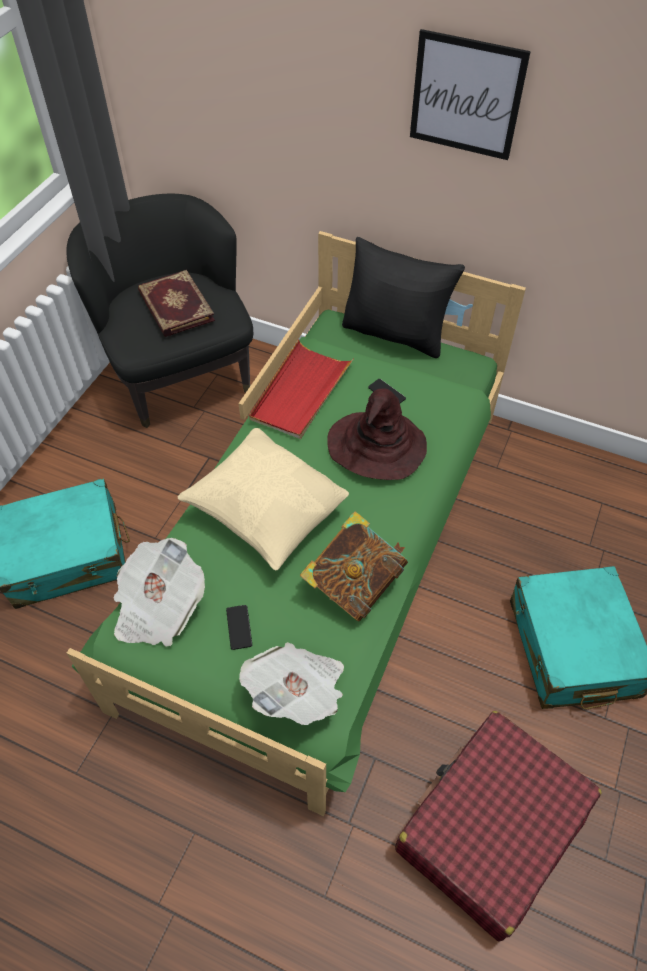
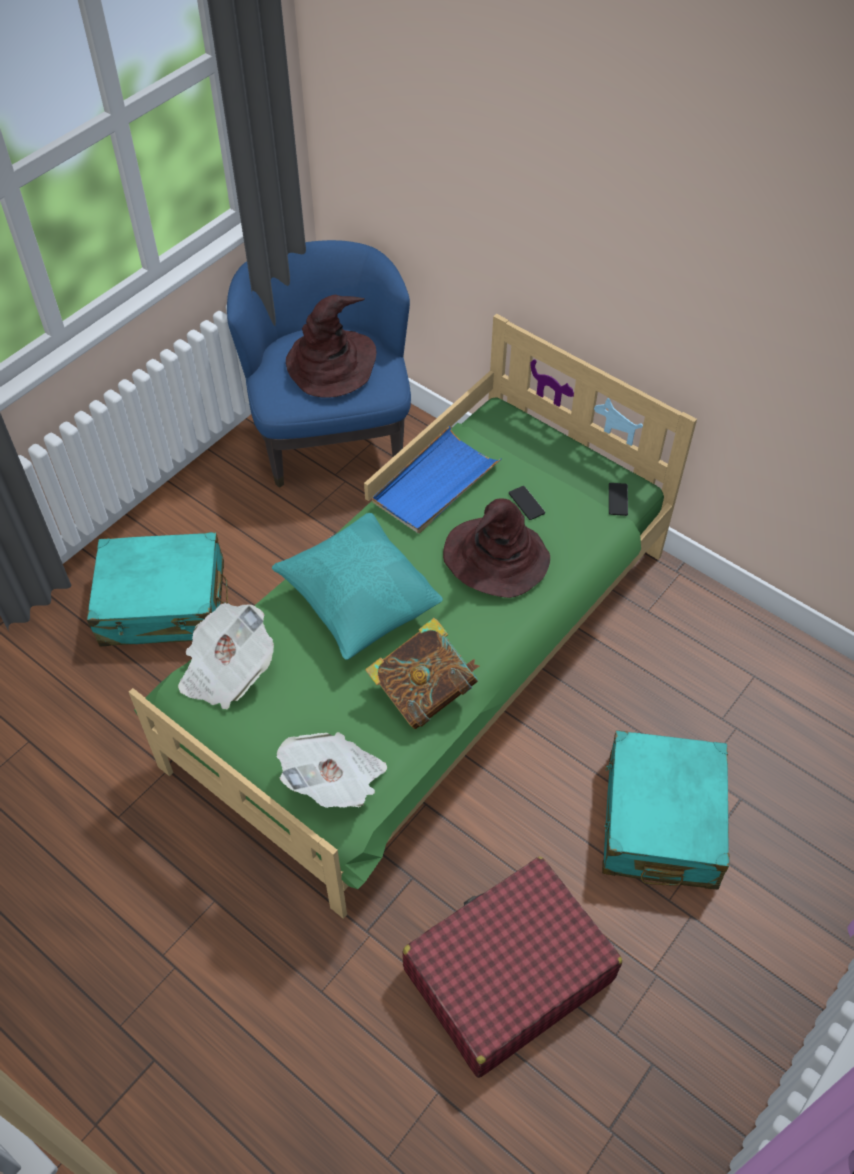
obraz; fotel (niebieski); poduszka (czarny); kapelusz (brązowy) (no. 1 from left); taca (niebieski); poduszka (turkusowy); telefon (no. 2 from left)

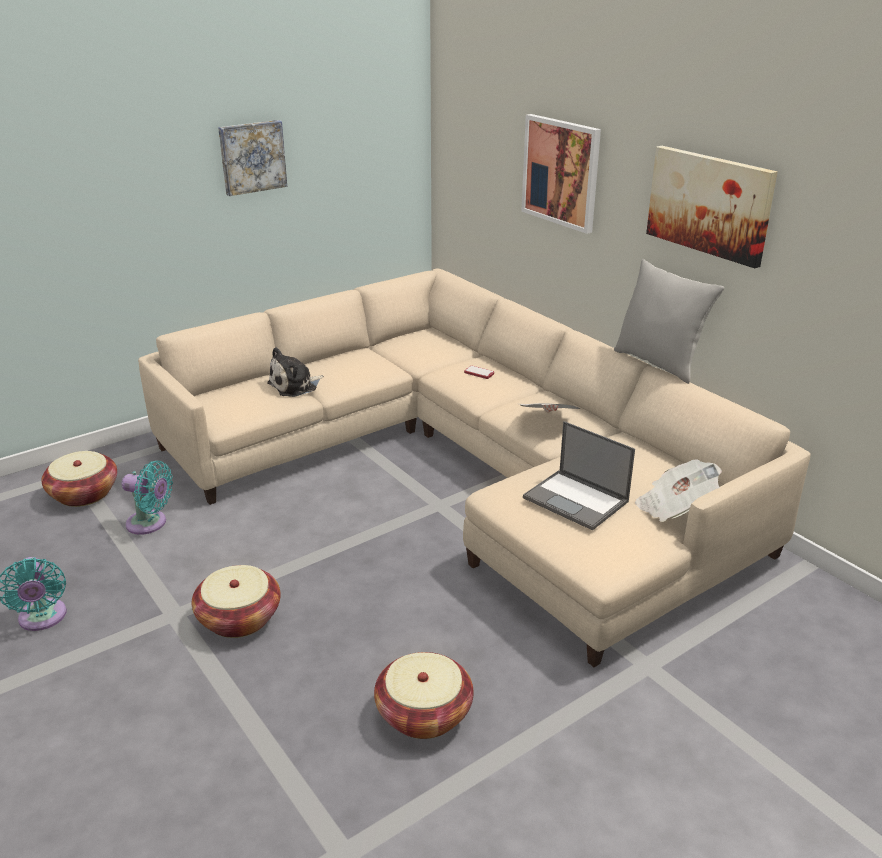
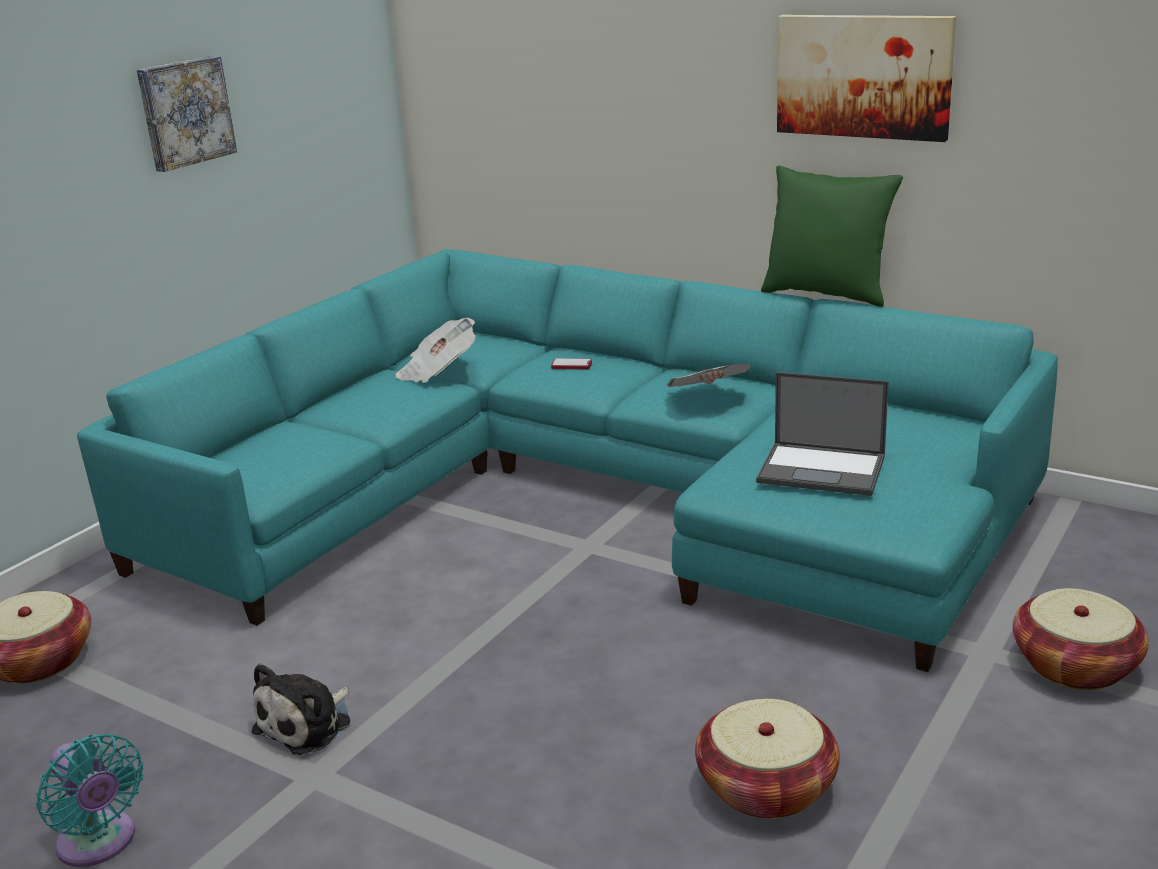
obraz (no. 2 from left in the first image); poduszka (zielony); kanapa (turkusowy); pluszak; gazeta (no. 1 from left); wentylator (turkusowy) (no. 2 from left in the first image); koszyk (no. 3 from left)

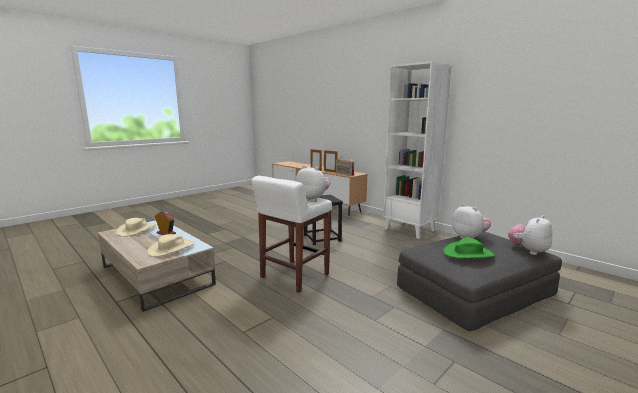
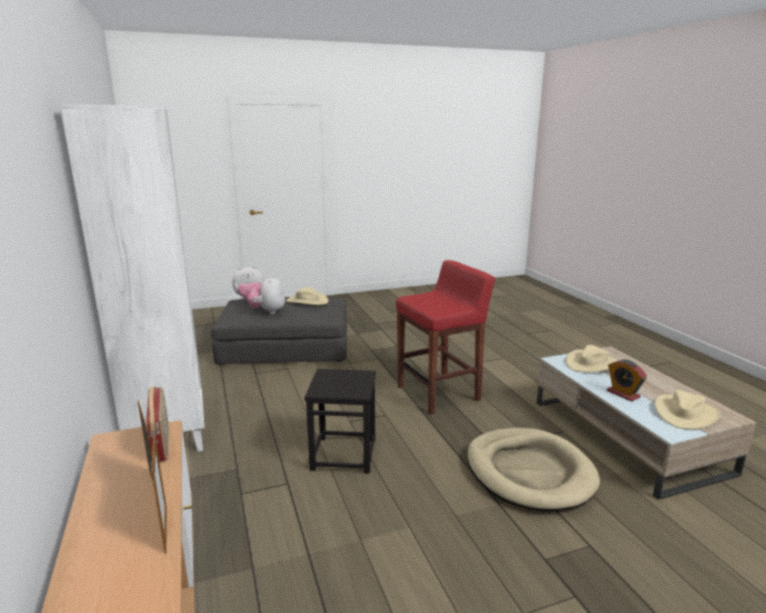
pluszak (no. 1 from left in the first image); stołek (czerwony); kapelusz (beżowy) (no. 1 from left); legowisko (beżowy)

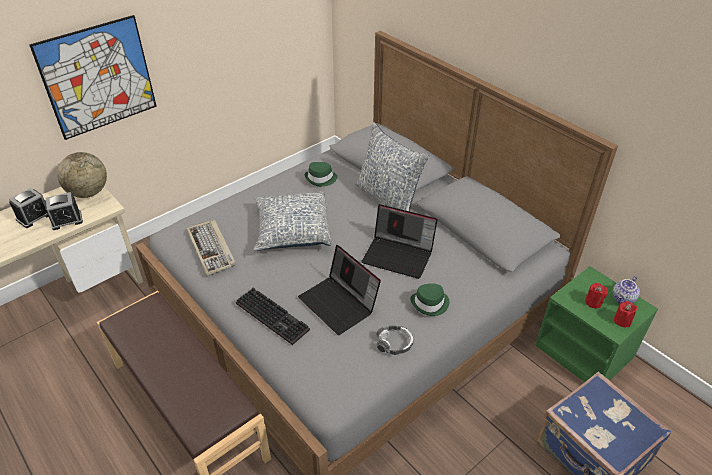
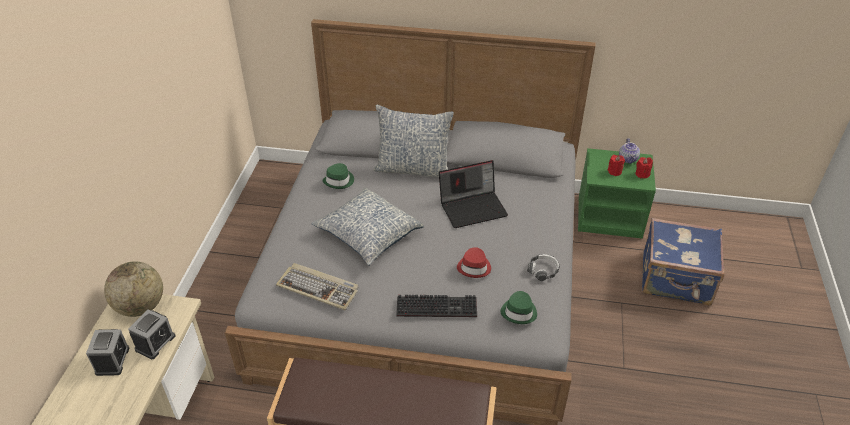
obraz; kapelusz (czerwony); kapelusz (zielony) (no. 2 from left)

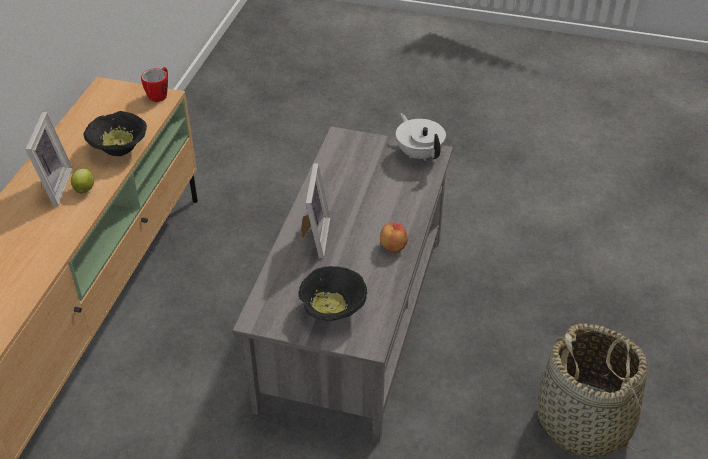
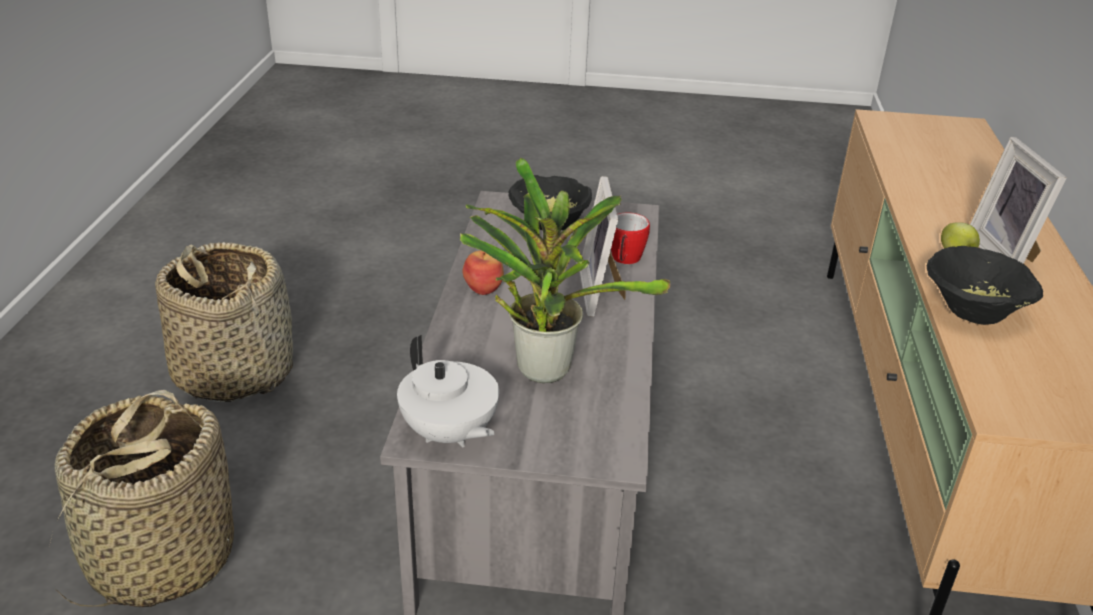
kubek; roślina doniczkowa; koszyk (no. 1 from left)

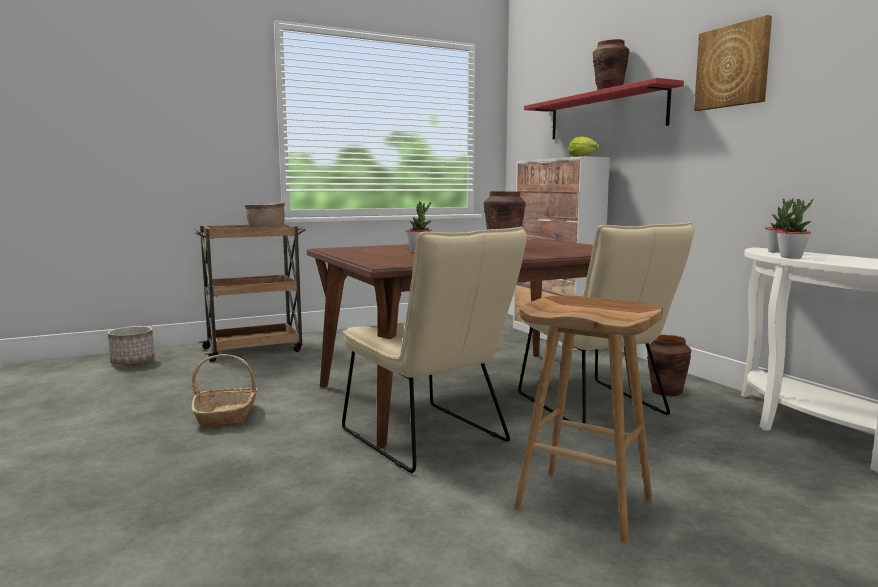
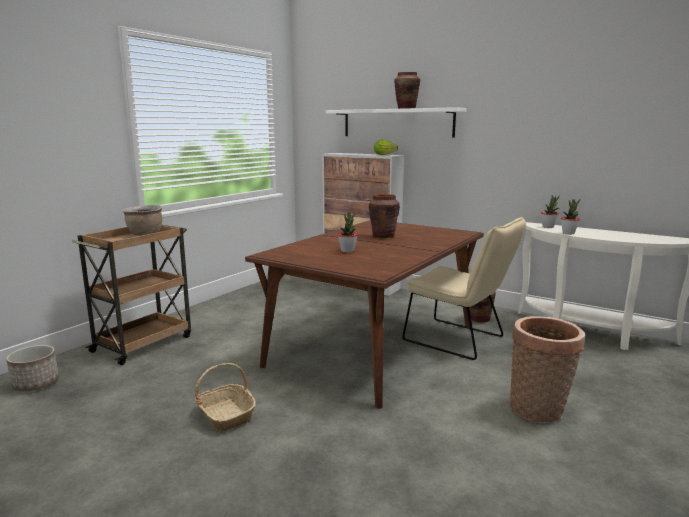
obraz; półka (biały); krzesło (beżowy) (no. 1 from left in the first image); koszyk (no. 2 from left)

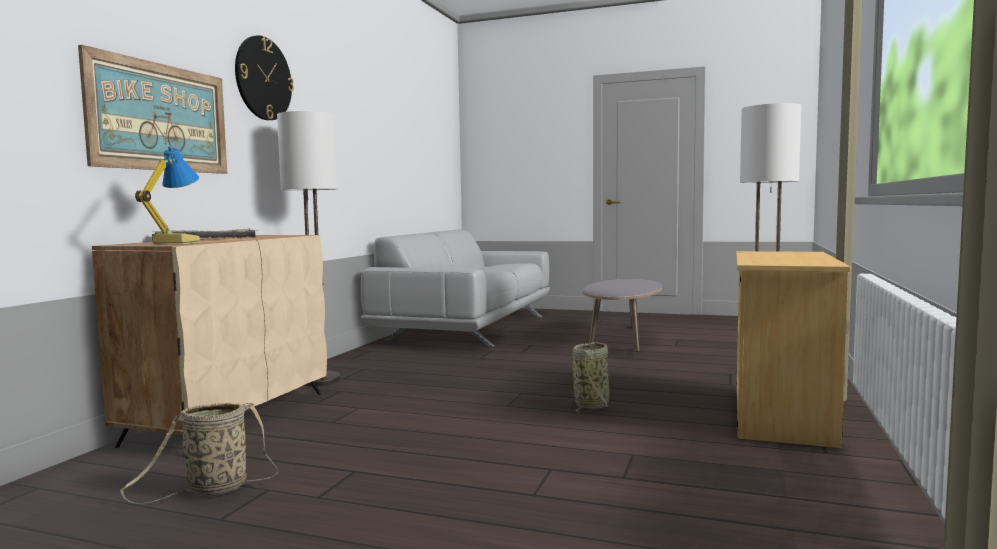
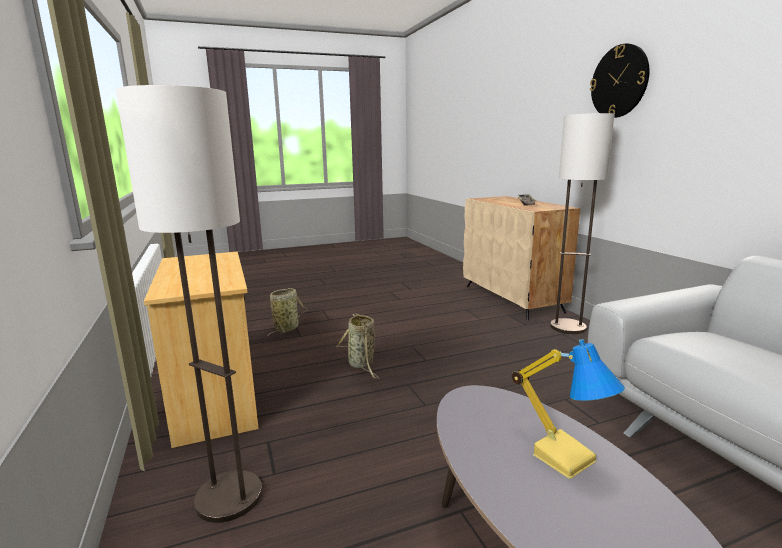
obraz; lampa stołowa; koszyk (no. 1 from left)

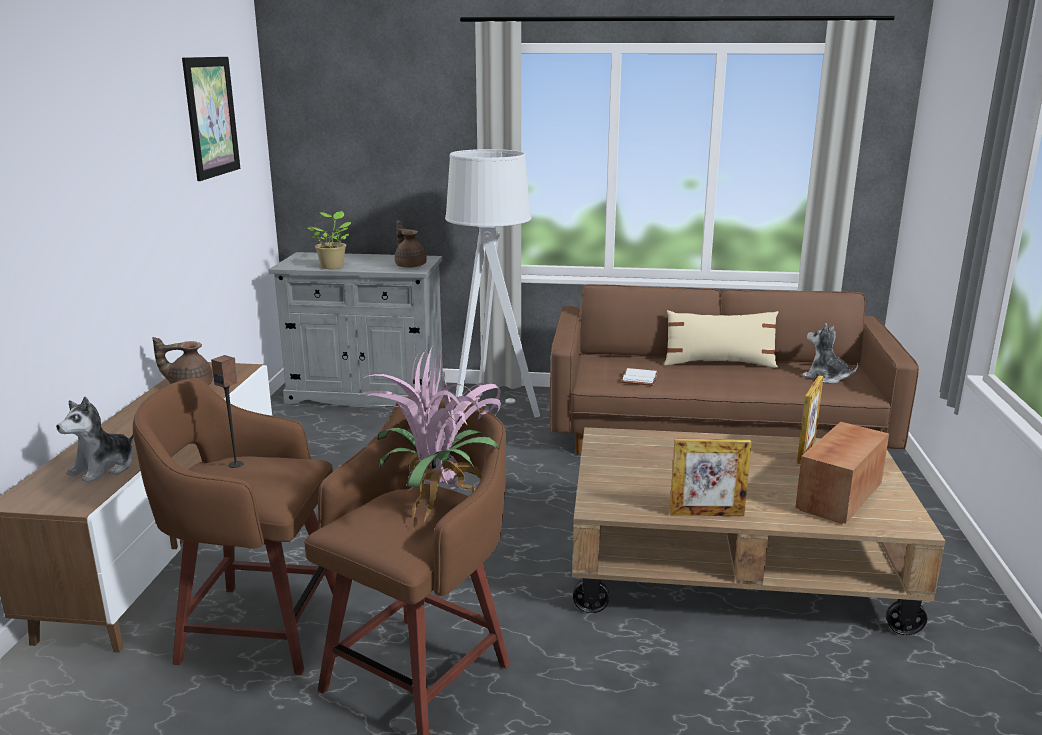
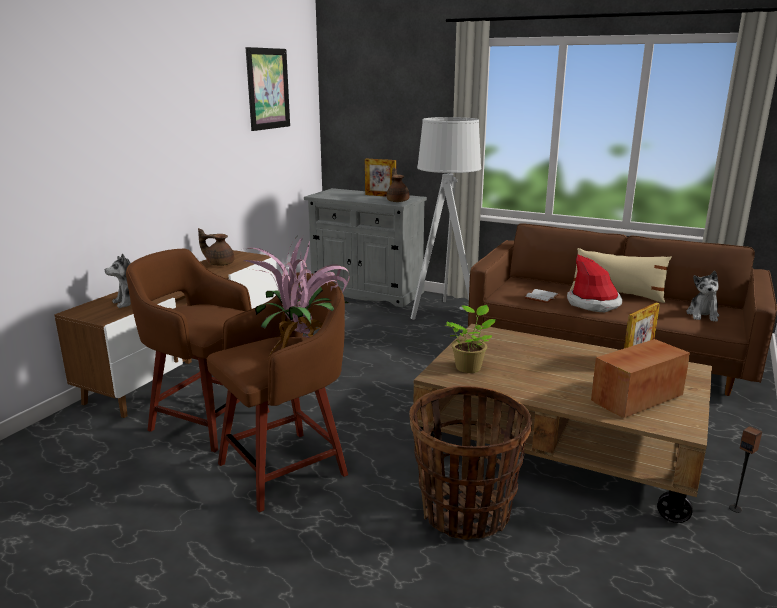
roślina doniczkowa (no. 2 from left); pluszak (no. 2 from left); głośnik; ramka na zdjęcie (no. 1 from left); kapelusz; koszyk

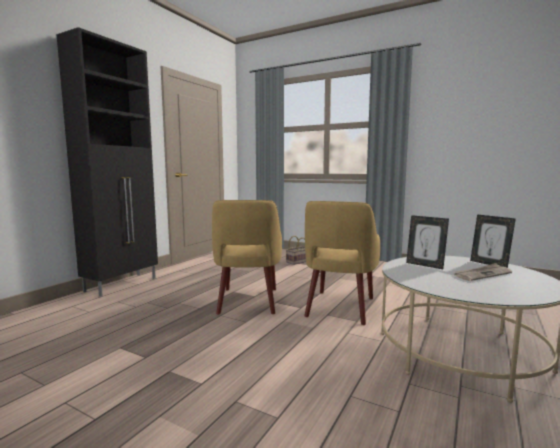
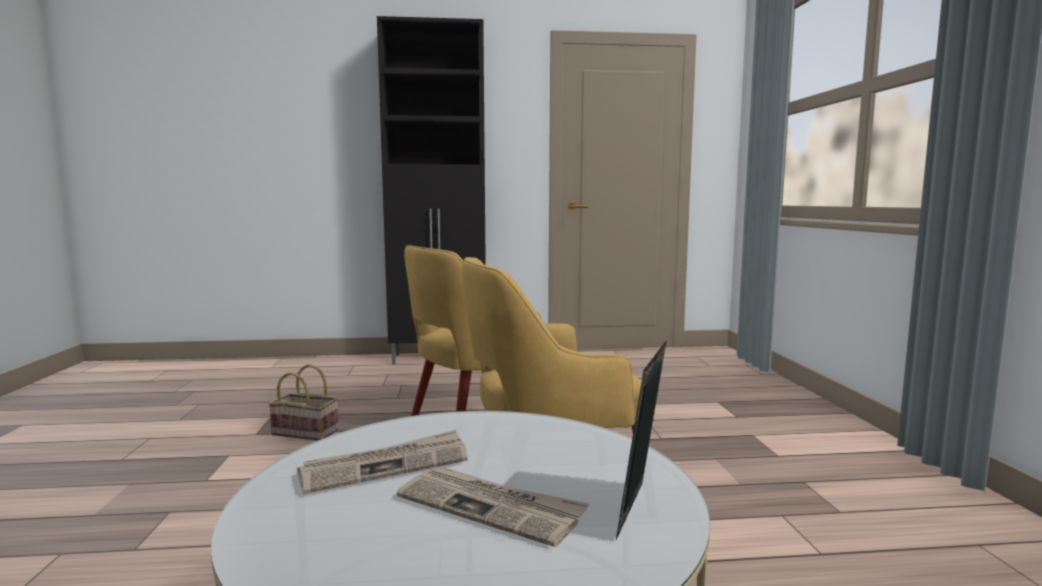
ramka na zdjęcie (no. 1 from left in the first image); koszyk; gazeta (no. 1 from left)

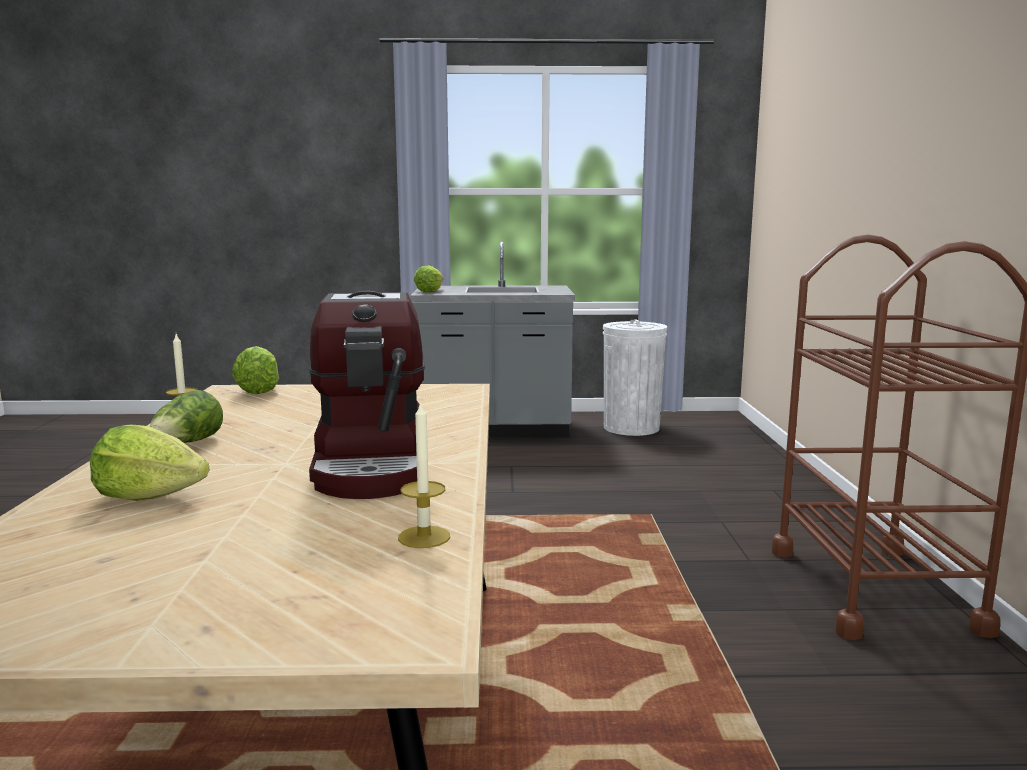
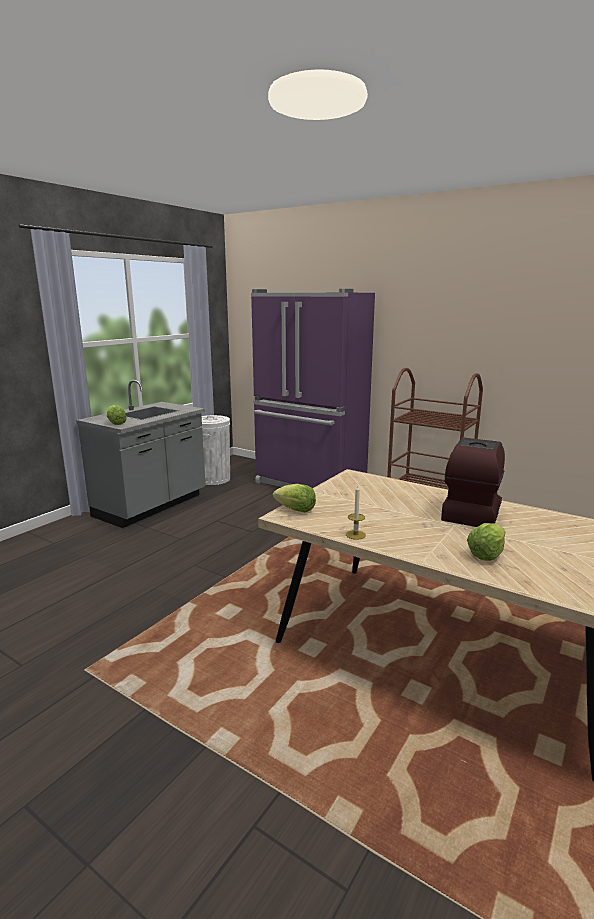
ekspres do kawy; sałata (no. 2 from left in the first image); świeca (no. 2 from left in the first image); lodówka (fioletowy)

